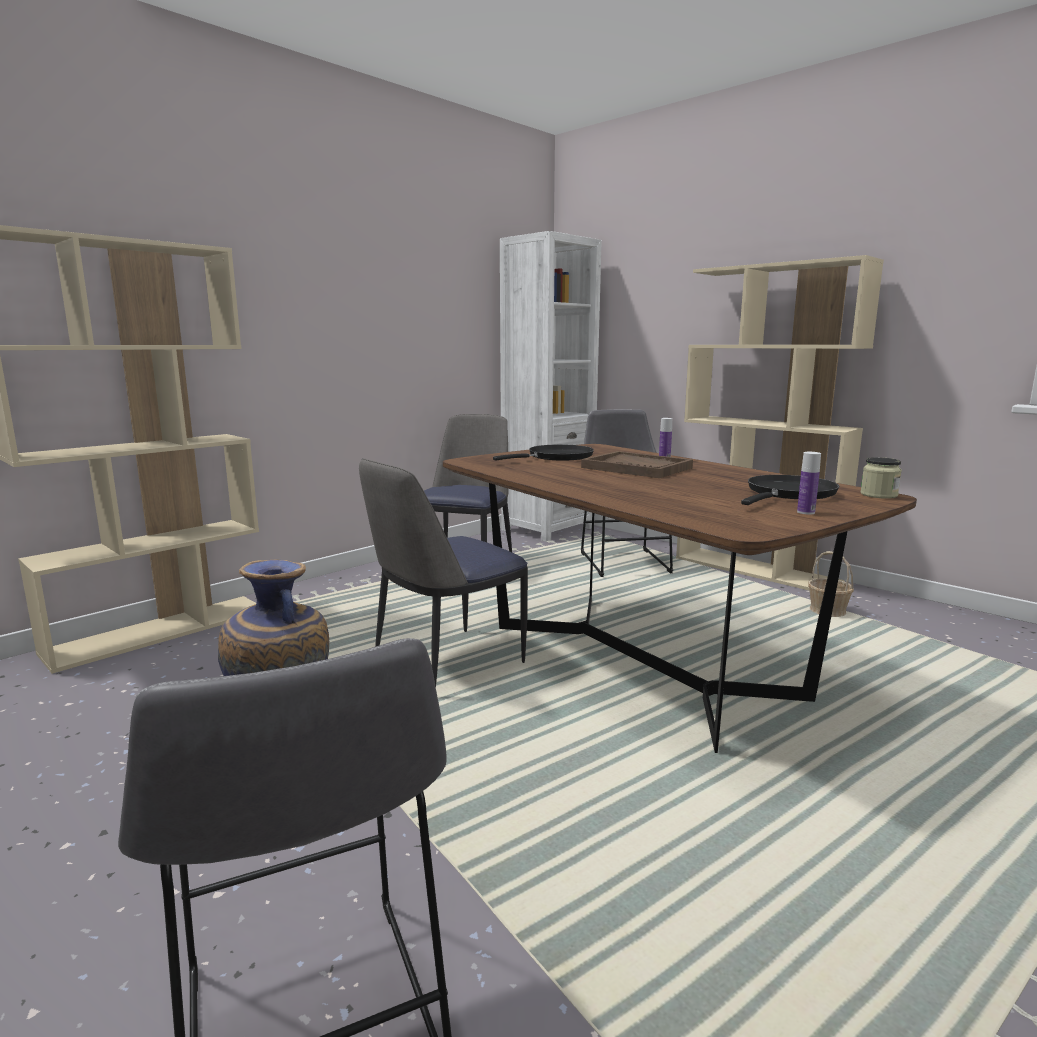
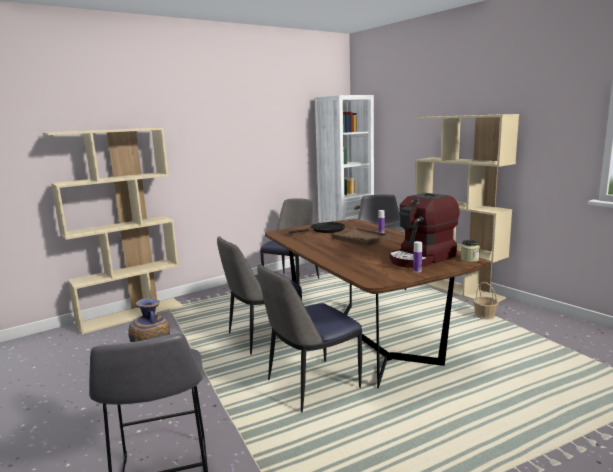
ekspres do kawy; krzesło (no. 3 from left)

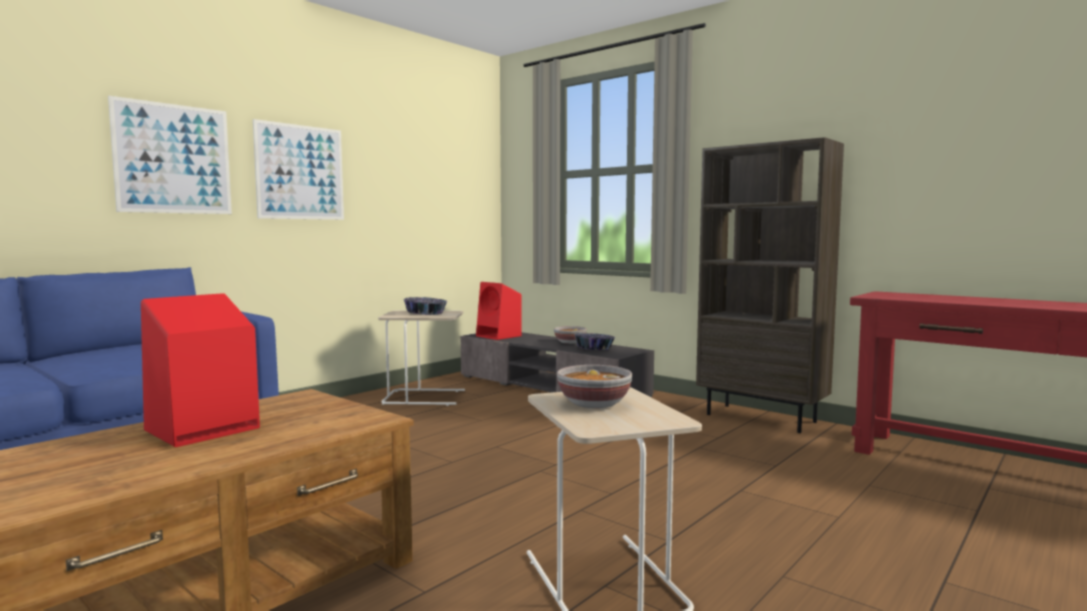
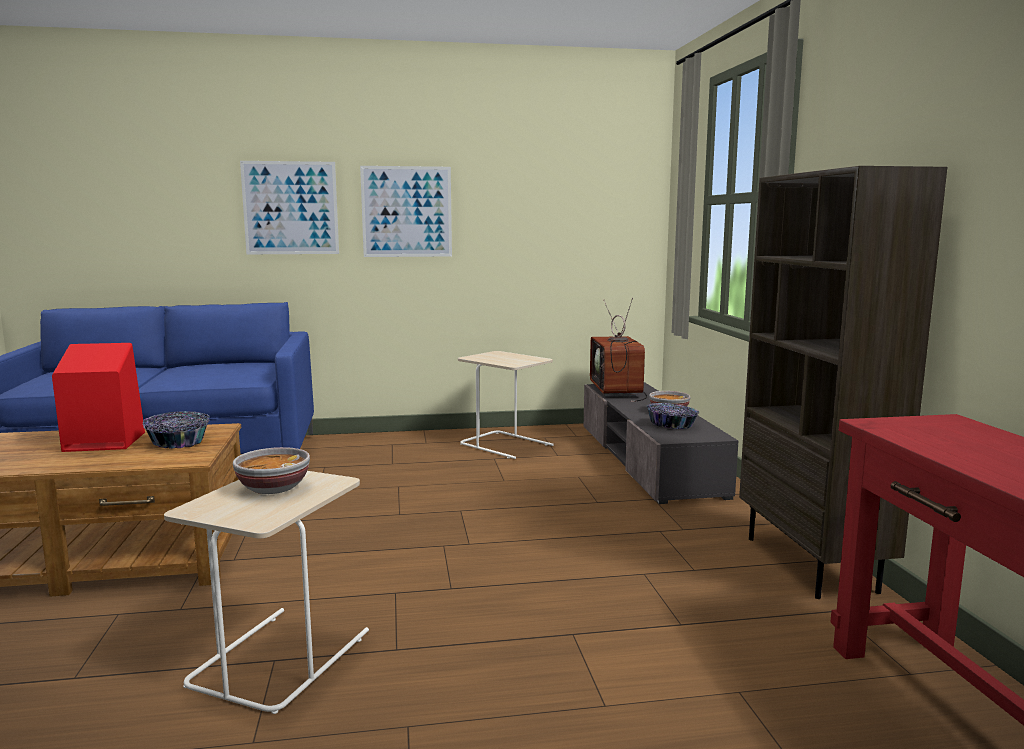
telewizor; miska (no. 1 from left)

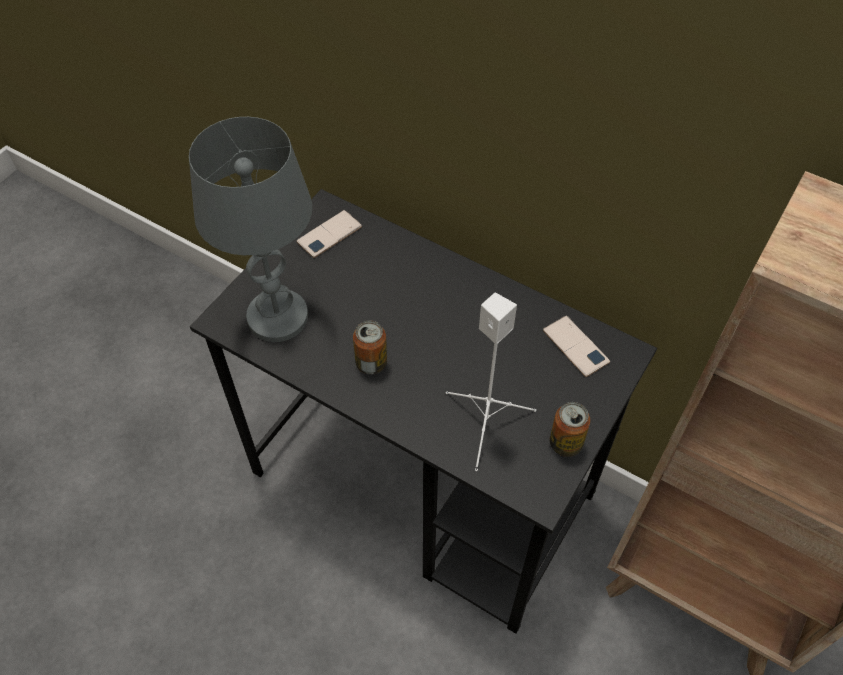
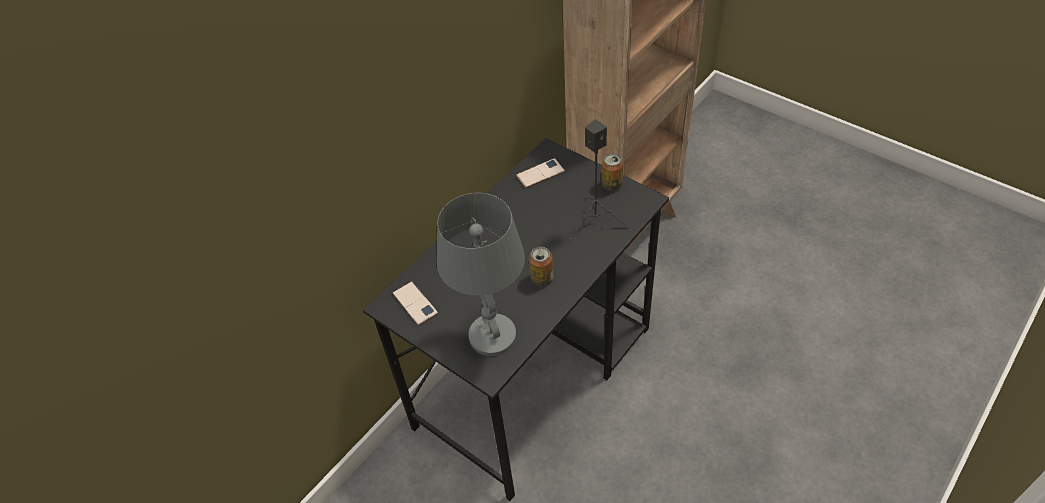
głośnik (czarny)

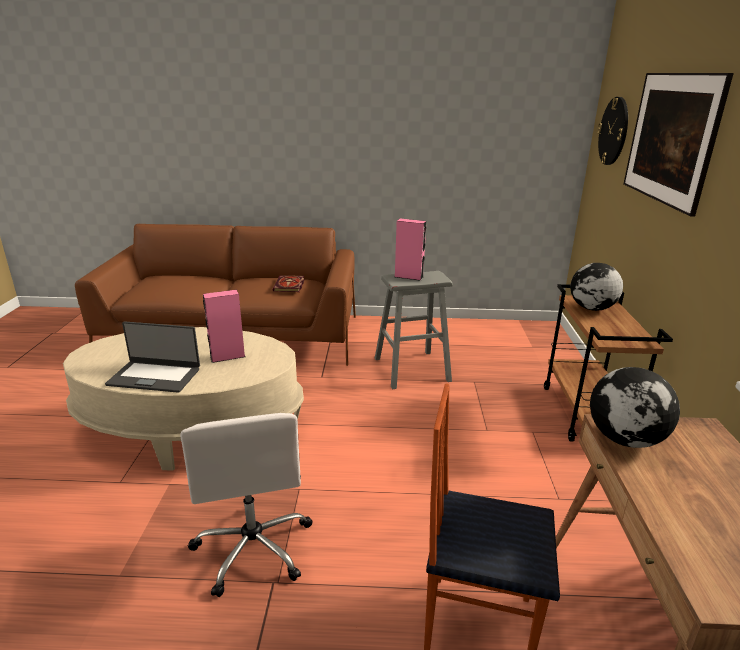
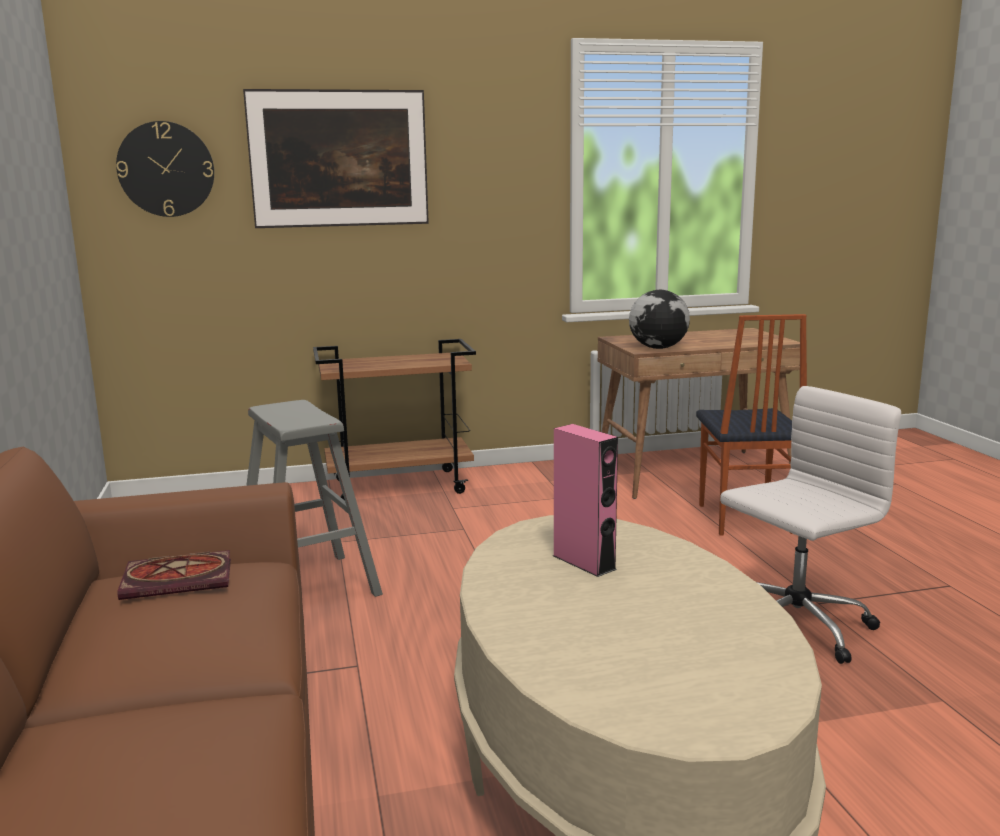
głośnik (różowy) (no. 2 from left in the first image); globus (no. 1 from left in the first image); laptop

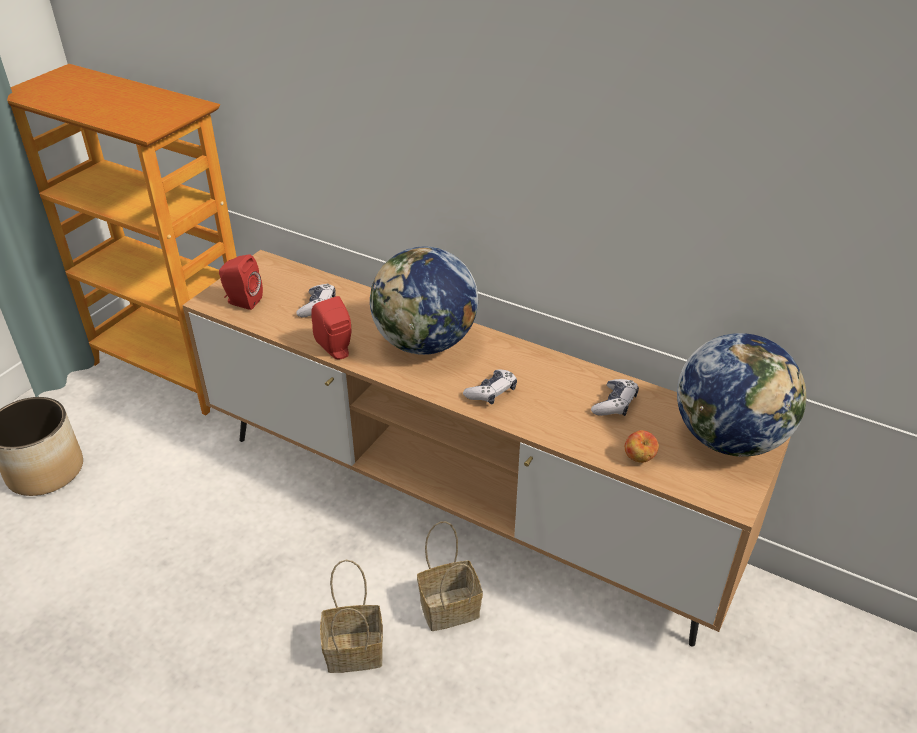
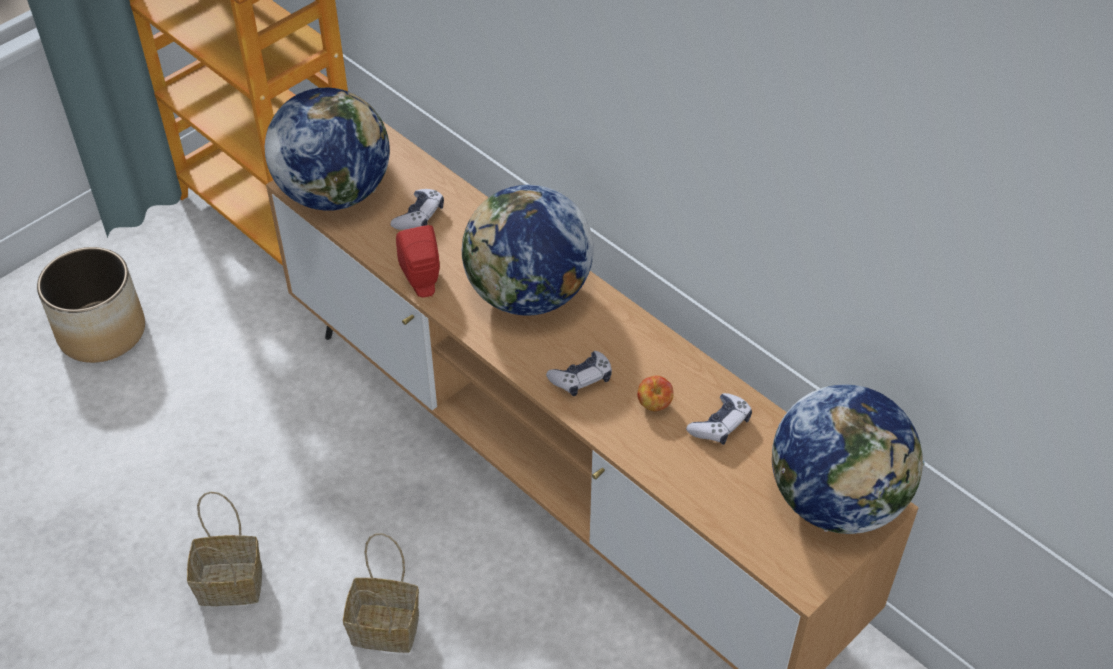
globus (no. 1 from left); jabłko; koszyk (no. 1 from left)

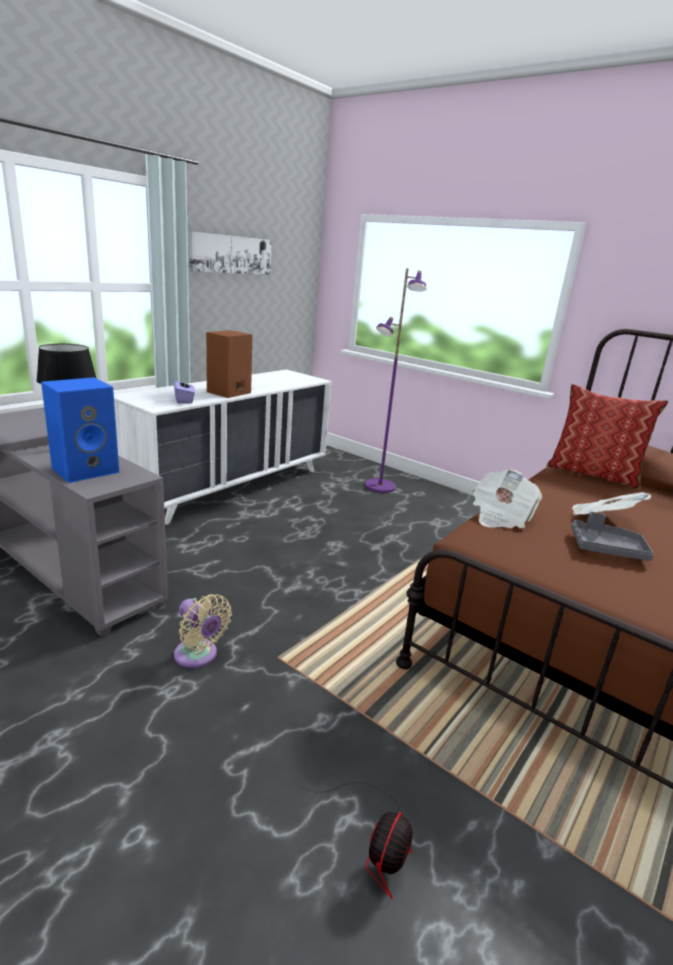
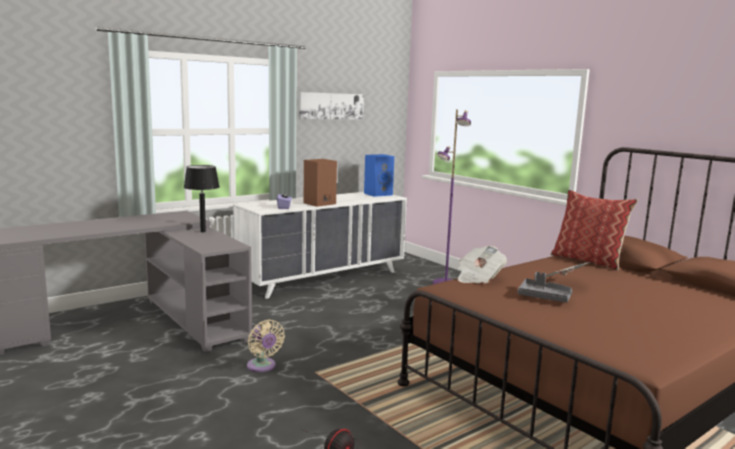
głośnik (niebieski)

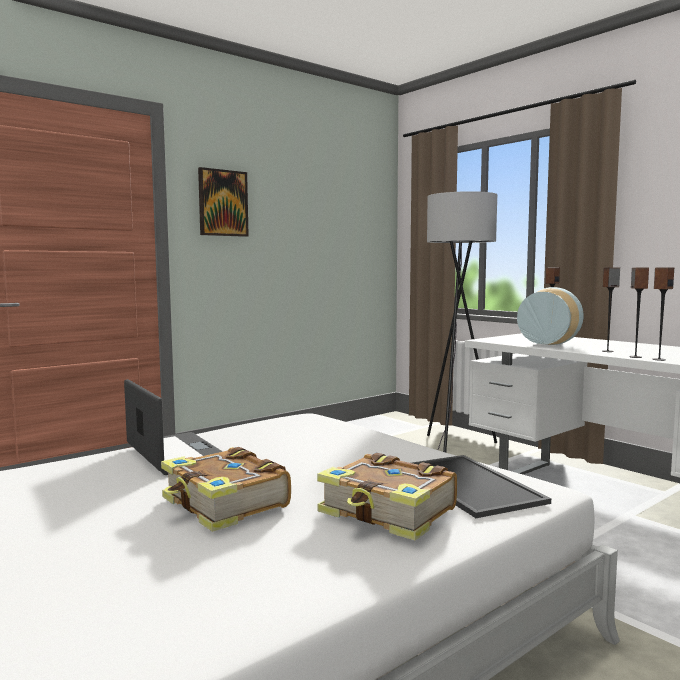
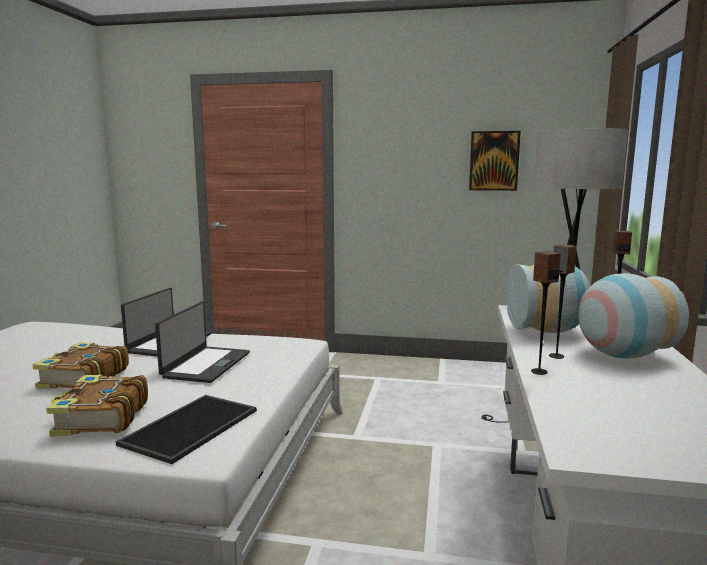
obraz; głośnik (no. 4 from left in the first image); wazon (no. 2 from left); laptop (no. 2 from left)

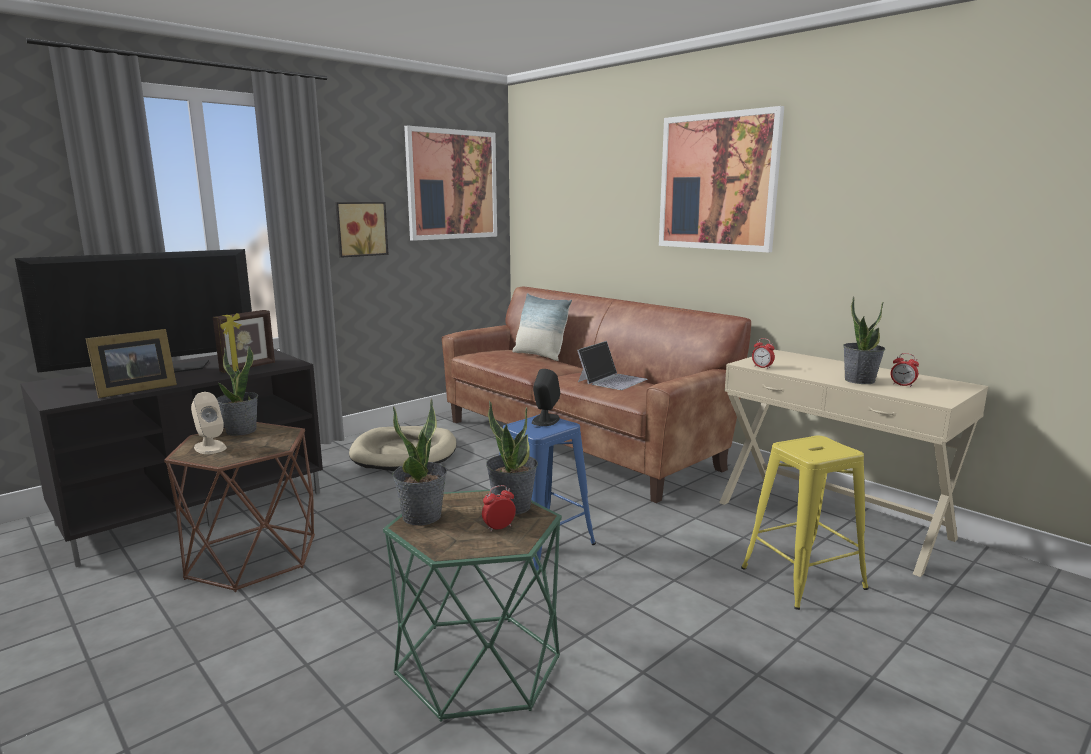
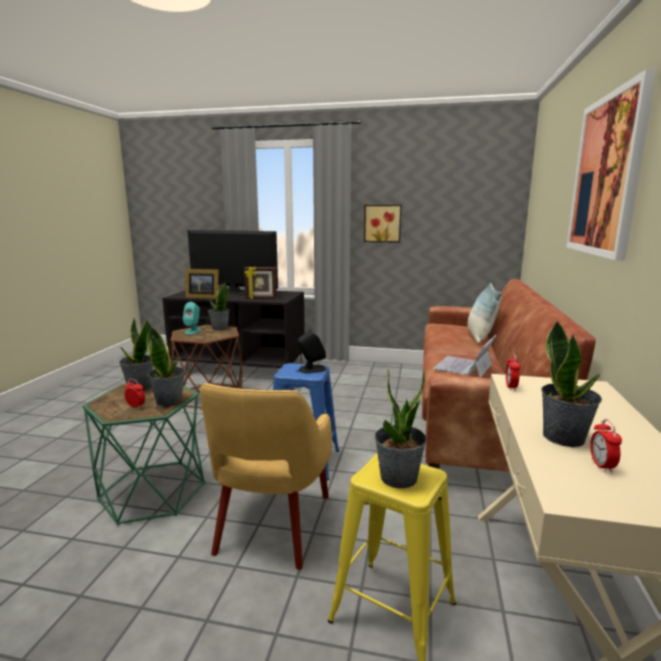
obraz (no. 2 from left in the first image); laptop; głośnik (turkusowy); legowisko (beżowy); roślina doniczkowa (no. 4 from left); fotel (żółty)

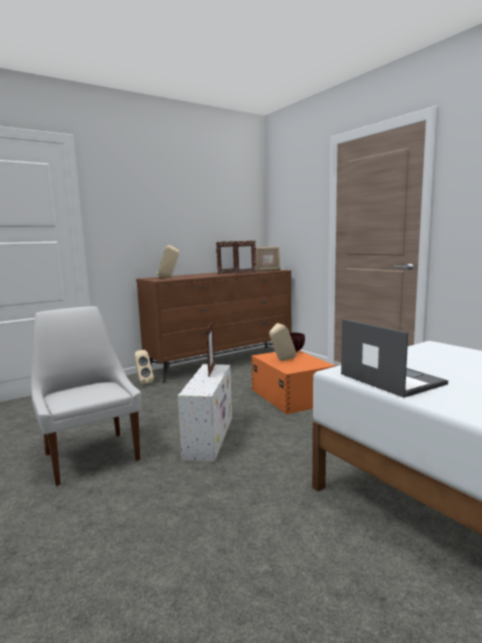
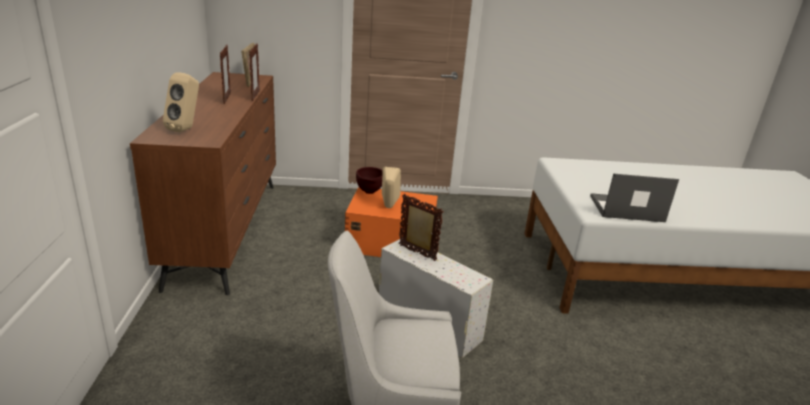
głośnik (beżowy) (no. 1 from left in the first image)

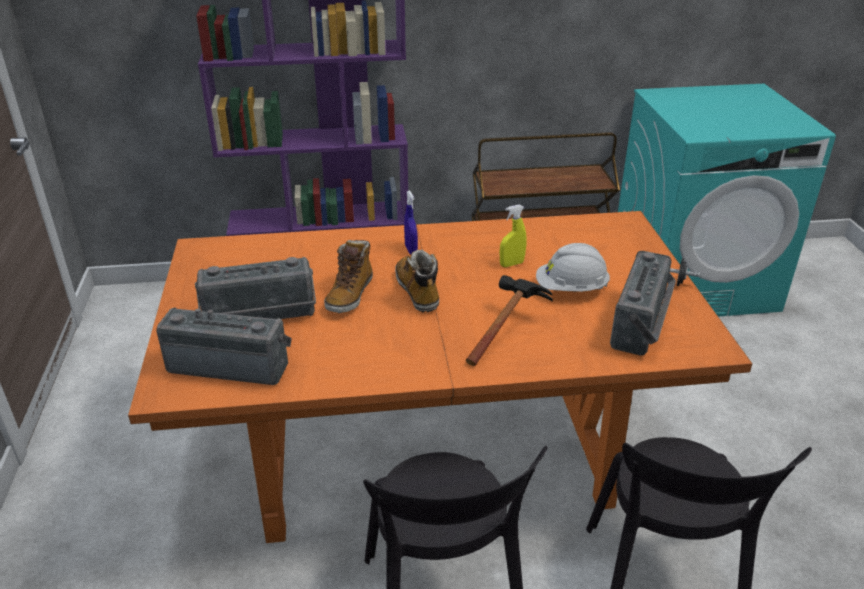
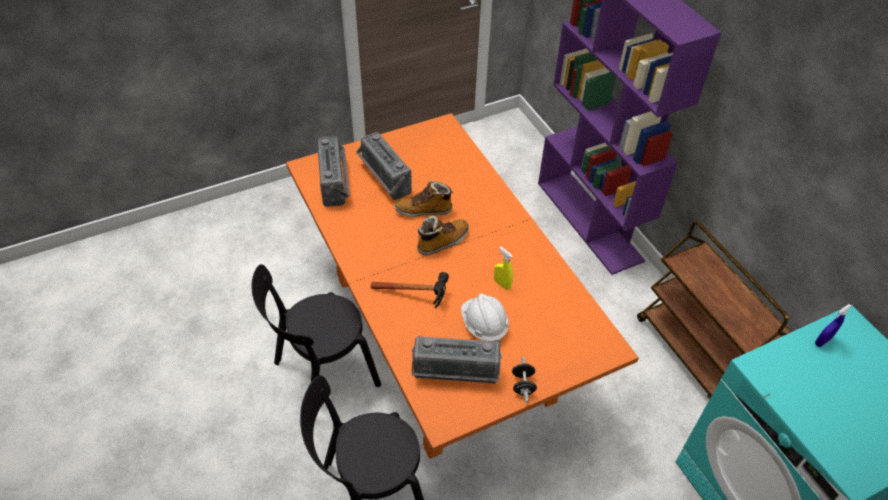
spryskiwacz (niebieski)

